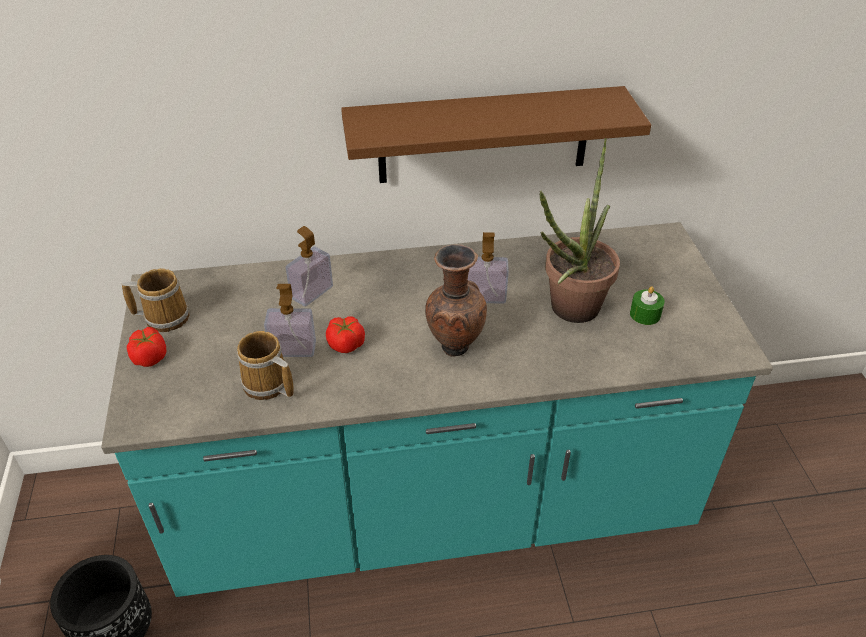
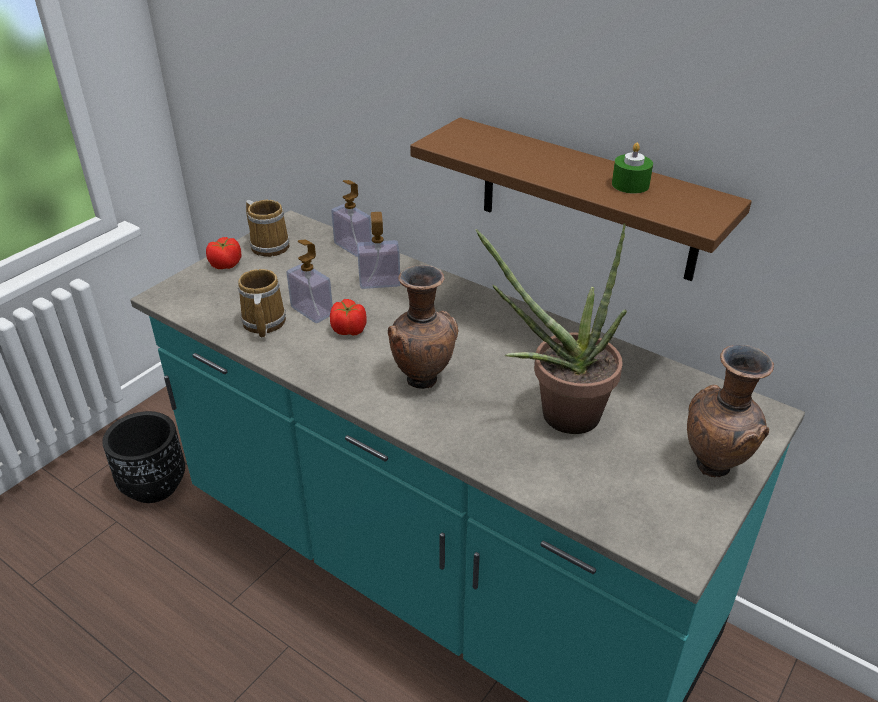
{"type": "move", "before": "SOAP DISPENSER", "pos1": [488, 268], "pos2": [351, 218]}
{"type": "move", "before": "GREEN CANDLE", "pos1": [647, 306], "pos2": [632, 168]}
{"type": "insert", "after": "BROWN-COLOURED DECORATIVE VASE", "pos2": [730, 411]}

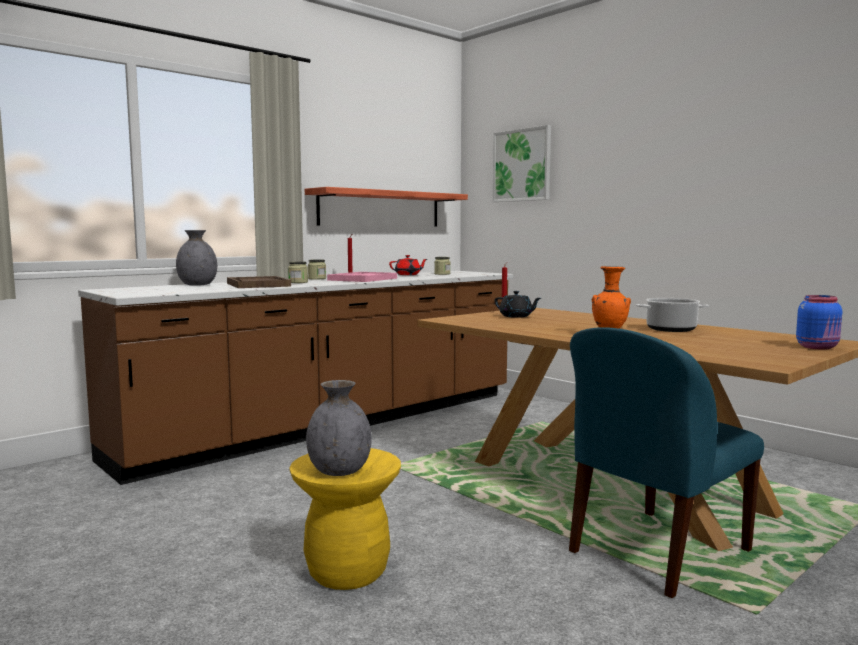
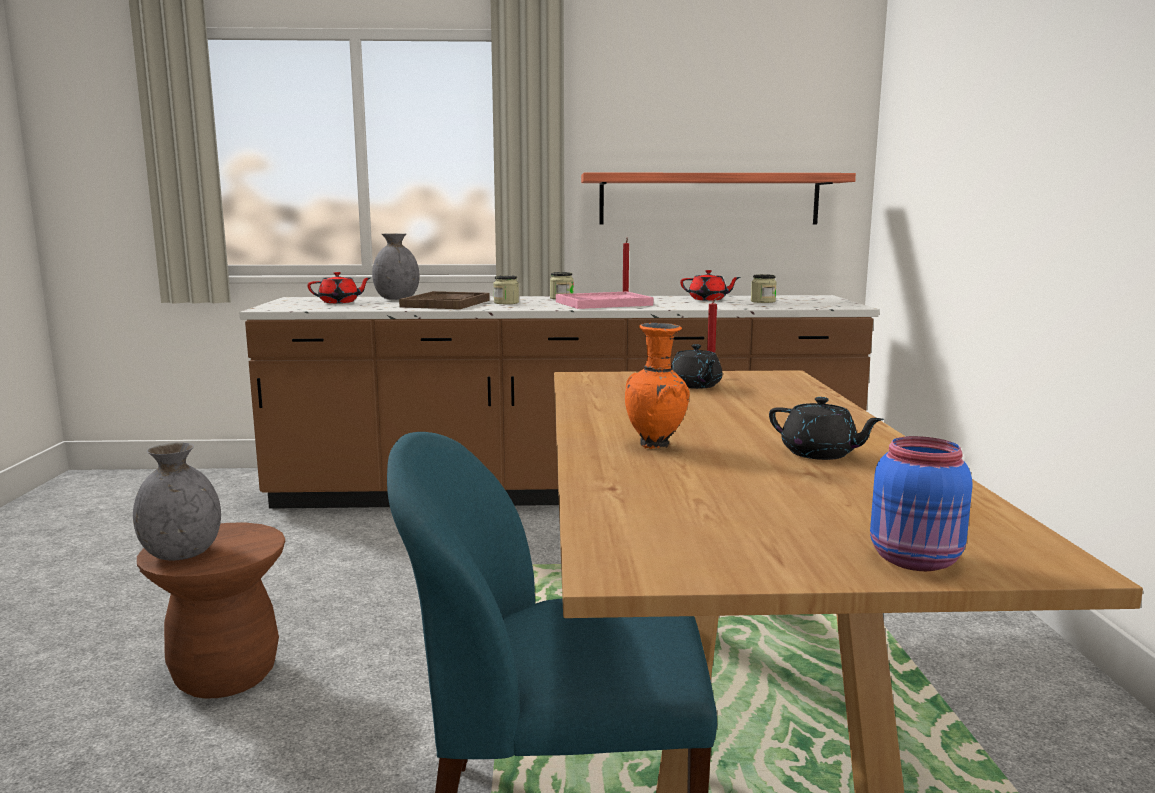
{"type": "recolor", "before": "YELLOWISH STOOL SEAT", "after": "BROWN-COLOURED STOOL SEAT", "pos1": [345, 519], "pos2": [211, 610]}
{"type": "delete", "before": "PICTURE", "pos1": [522, 163]}
{"type": "replace", "before": "COOKING POT", "after": "BLACK-COLOURED TEA POT", "pos1": [672, 315], "pos2": [826, 428]}
{"type": "insert", "after": "RED TEA POT", "pos2": [338, 287]}

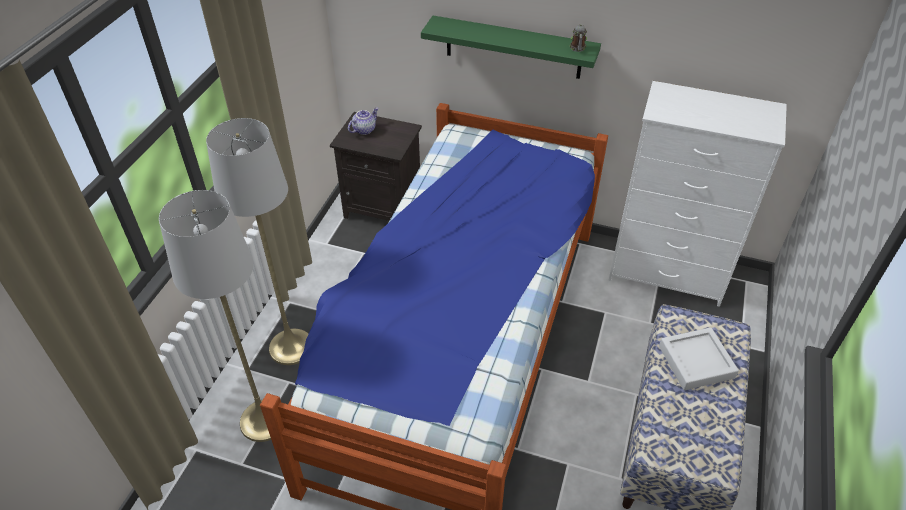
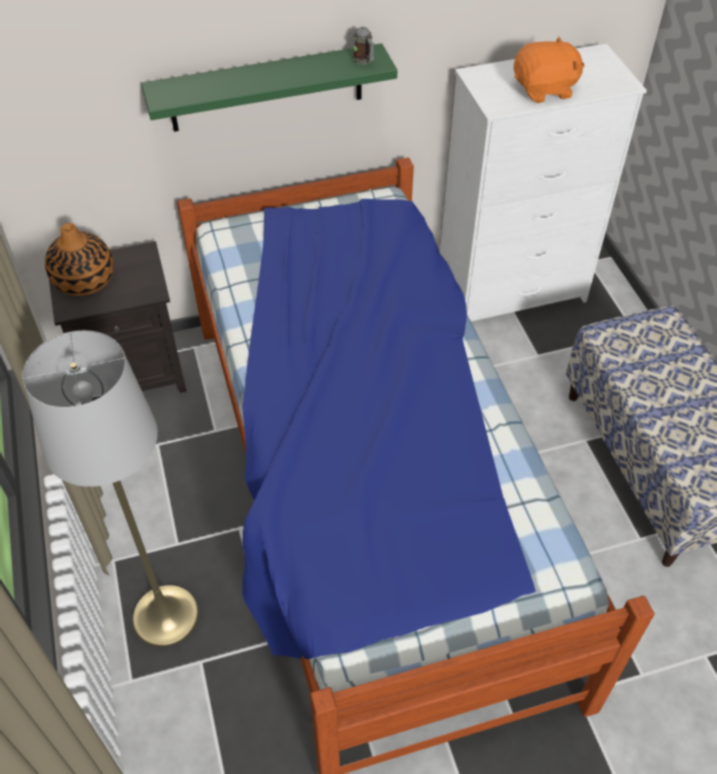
{"type": "delete", "before": "GREY FLOOR LAMP", "pos1": [215, 316]}
{"type": "replace", "before": "TEA POT", "after": "DECORATIVE VASE", "pos1": [363, 121], "pos2": [79, 259]}
{"type": "delete", "before": "GREY SERVING TRAY", "pos1": [699, 358]}
{"type": "insert", "after": "ORANGE PLUSH TOY", "pos2": [549, 69]}

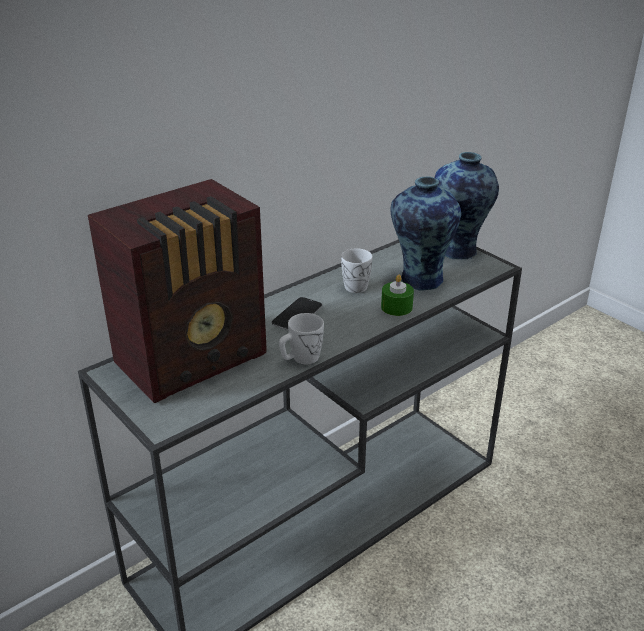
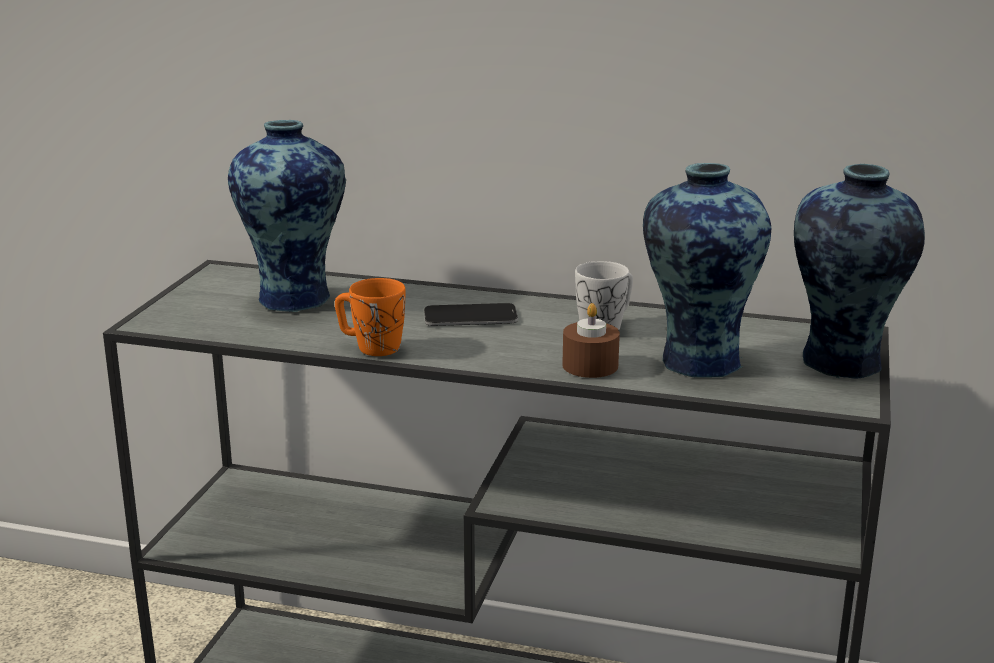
{"type": "replace", "before": "RADIO RECEIVER", "after": "DECORATIVE VASE", "pos1": [177, 291], "pos2": [287, 216]}
{"type": "recolor", "before": "WHITE TEA MUG", "after": "ORANGE TEA MUG", "pos1": [301, 338], "pos2": [370, 317]}
{"type": "recolor", "before": "GREEN CANDLE", "after": "BROWN-COLOURED CANDLE", "pos1": [397, 295], "pos2": [591, 340]}

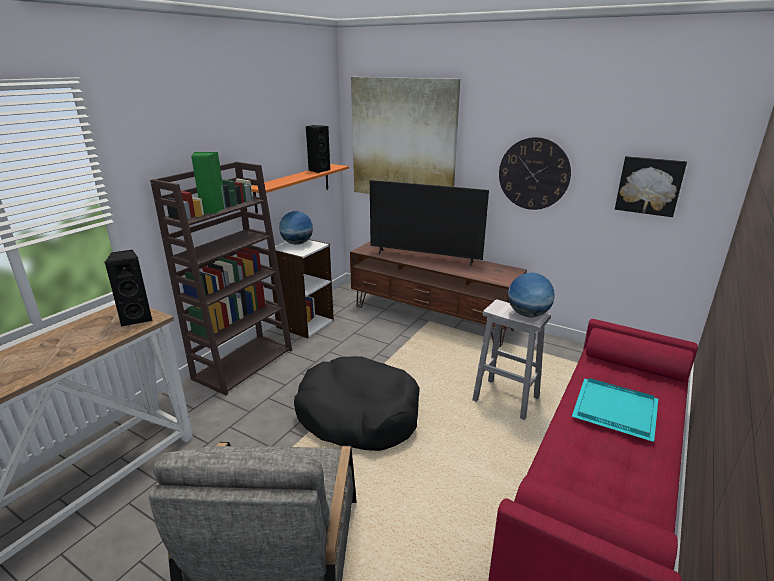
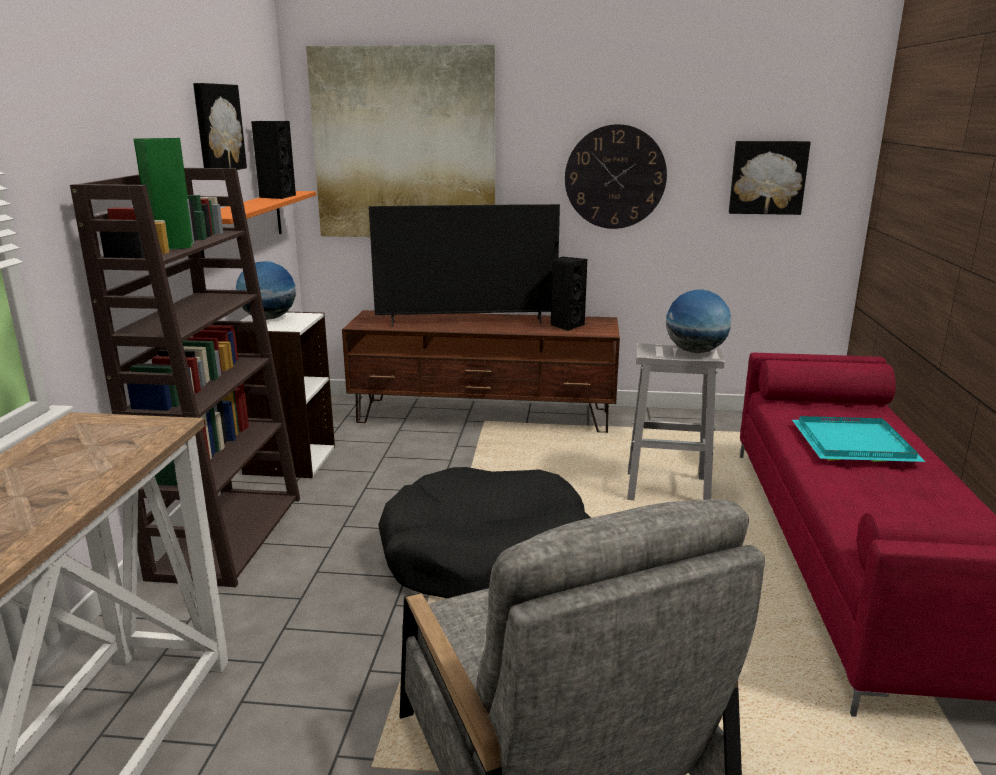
{"type": "move", "before": "BLACK-COLOURED LOUDSPEAKER", "pos1": [128, 288], "pos2": [569, 294]}
{"type": "insert", "after": "PICTURE", "pos2": [220, 126]}

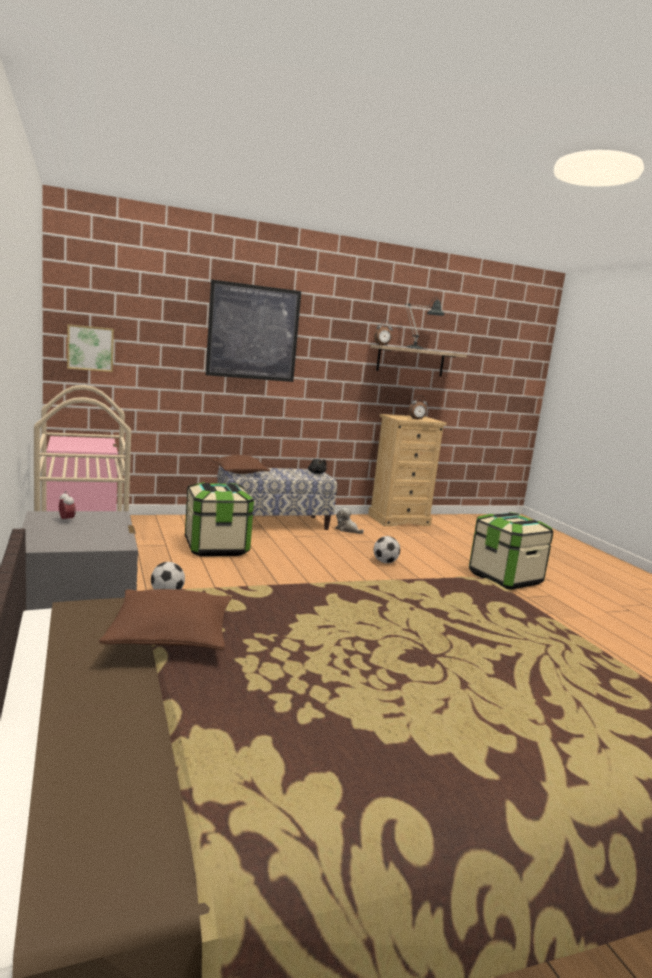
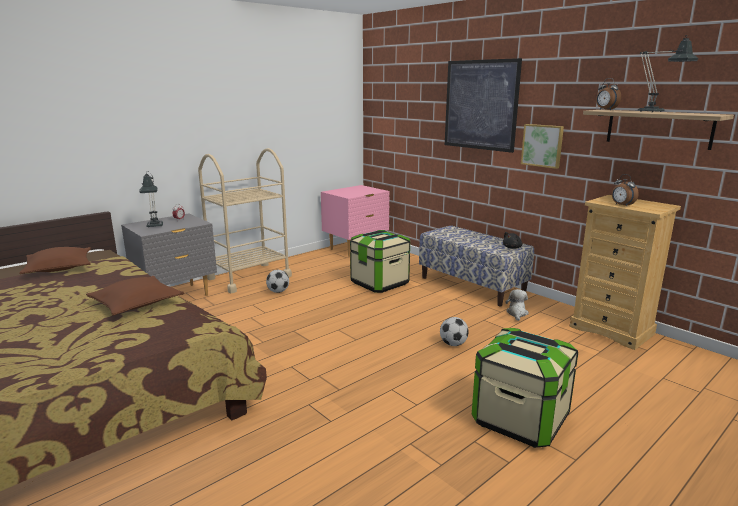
{"type": "move", "before": "PICTURE", "pos1": [90, 348], "pos2": [542, 146]}
{"type": "move", "before": "BROWN-COLOURED CUSHION", "pos1": [240, 464], "pos2": [135, 296]}
{"type": "insert", "after": "TABLE LAMP", "pos2": [151, 199]}

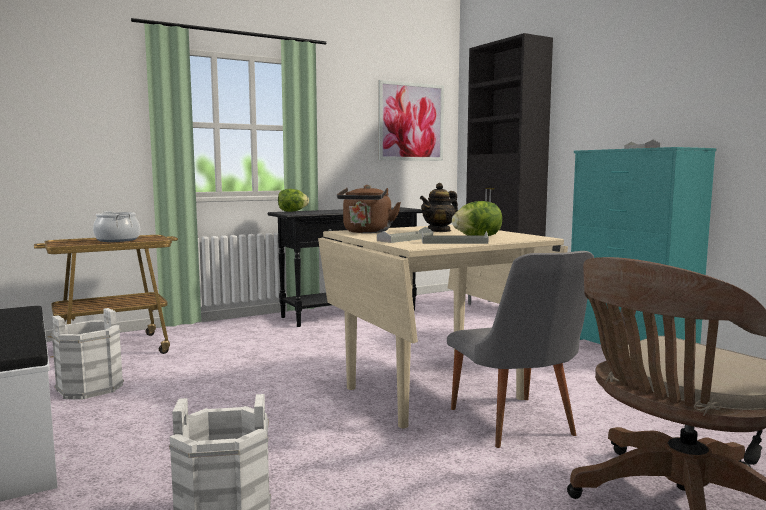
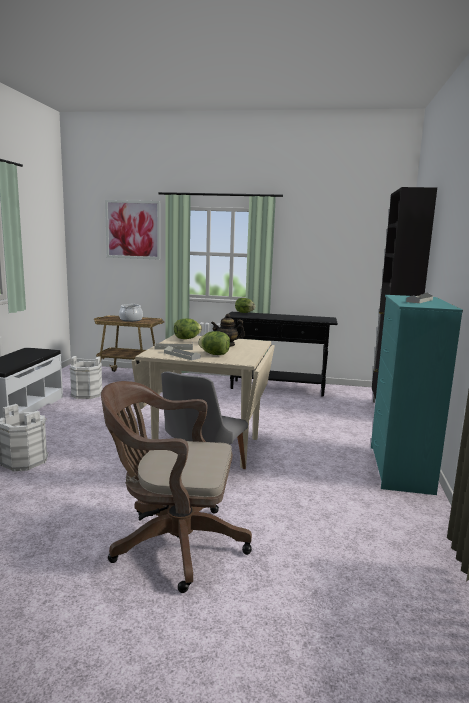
{"type": "replace", "before": "BROWN-COLOURED TEA KETTLE", "after": "HEAD OF LETTUCE", "pos1": [369, 209], "pos2": [188, 328]}
{"type": "move", "before": "PICTURE", "pos1": [411, 120], "pos2": [132, 230]}

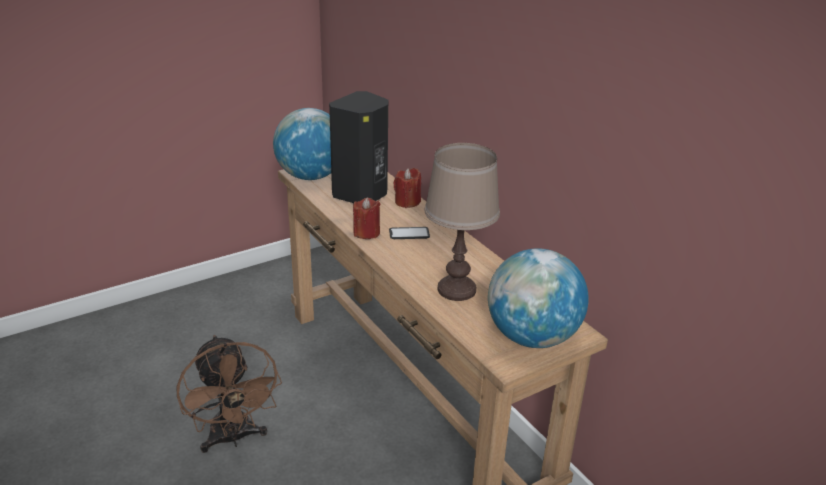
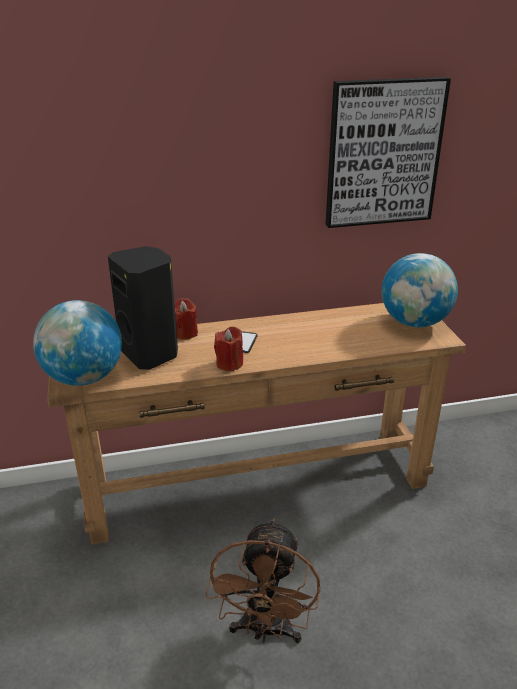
{"type": "rotate", "before": "BROWN-COLOURED FAN", "pos1": [229, 394], "pos2": [262, 581], "turn": 105}
{"type": "delete", "before": "BROWN-COLOURED TABLE LAMP", "pos1": [462, 222]}
{"type": "insert", "after": "PICTURE", "pos2": [388, 152]}

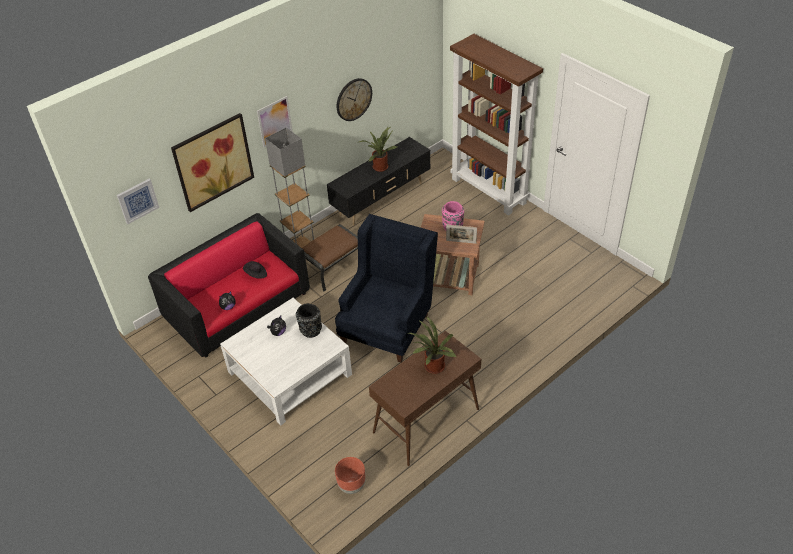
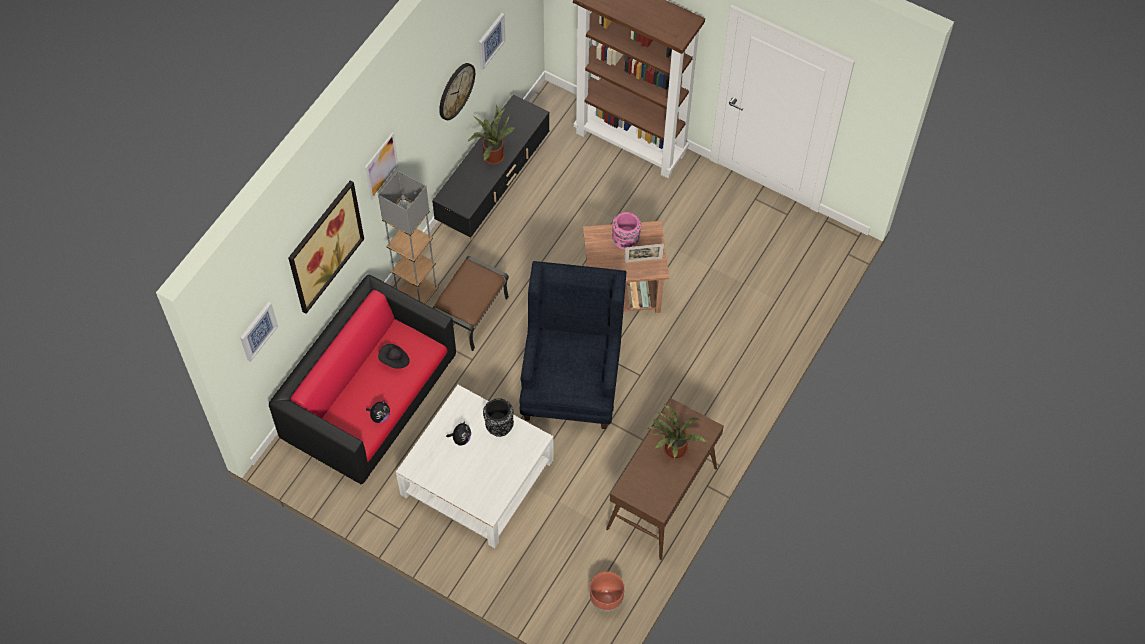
{"type": "insert", "after": "PICTURE", "pos2": [492, 41]}

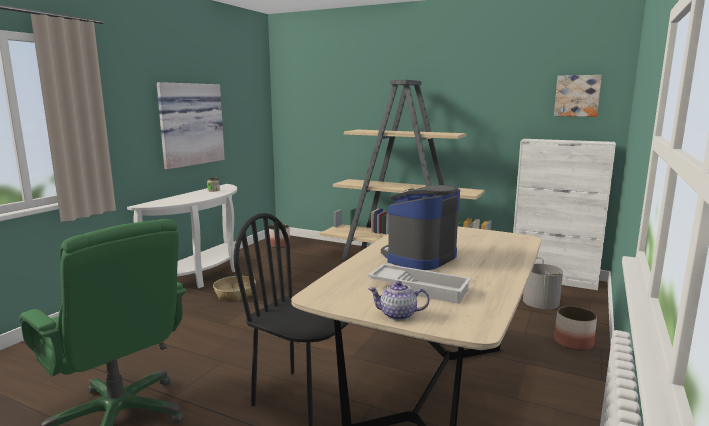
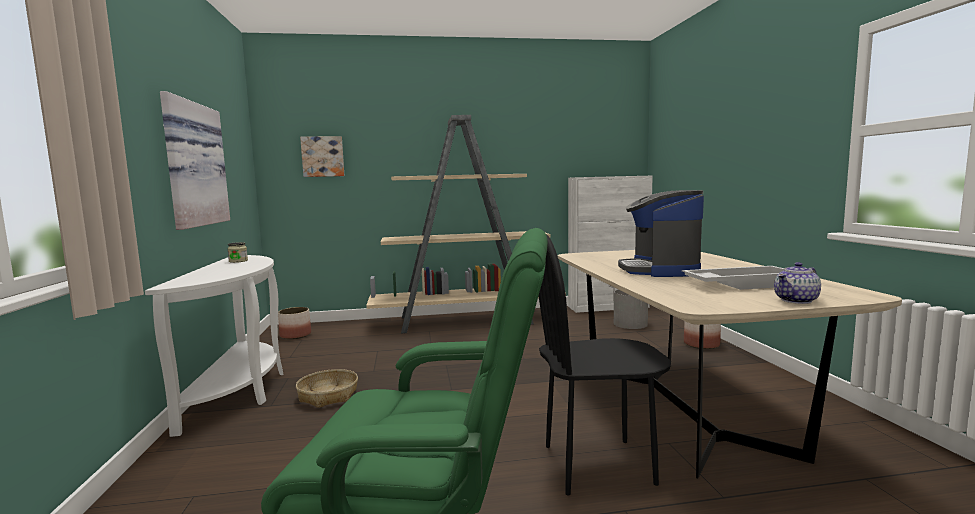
{"type": "move", "before": "PICTURE", "pos1": [578, 96], "pos2": [322, 156]}

